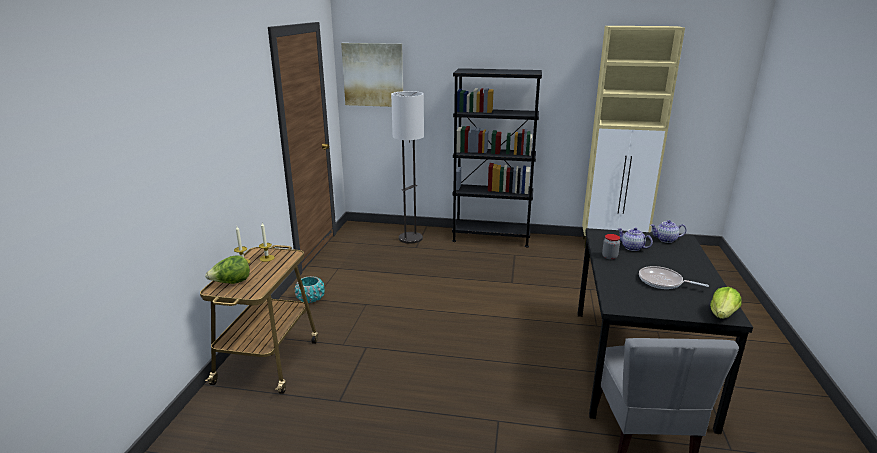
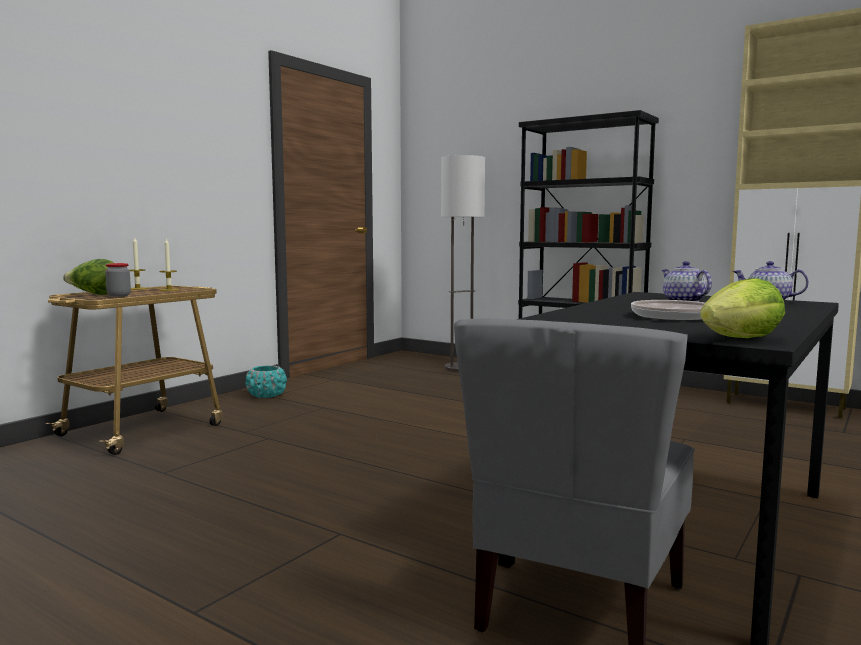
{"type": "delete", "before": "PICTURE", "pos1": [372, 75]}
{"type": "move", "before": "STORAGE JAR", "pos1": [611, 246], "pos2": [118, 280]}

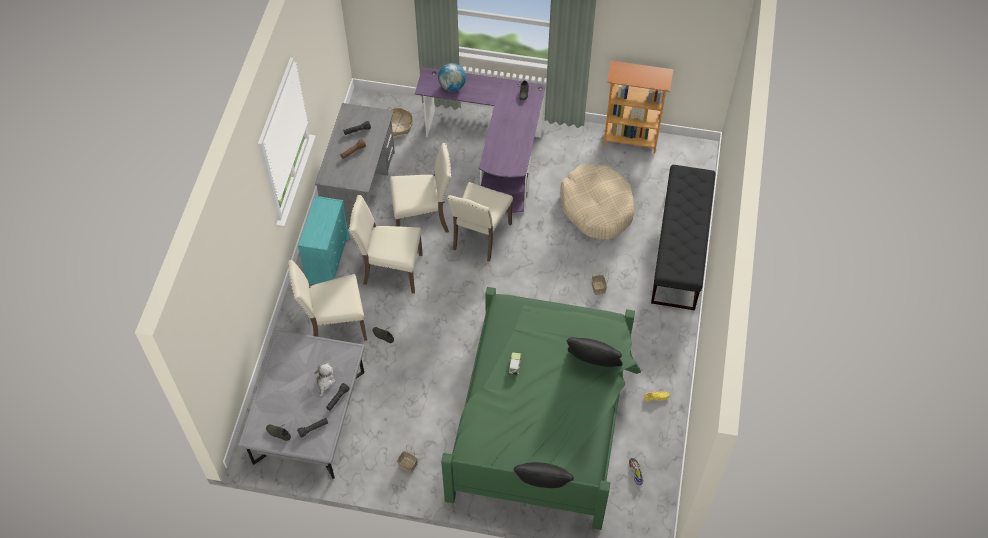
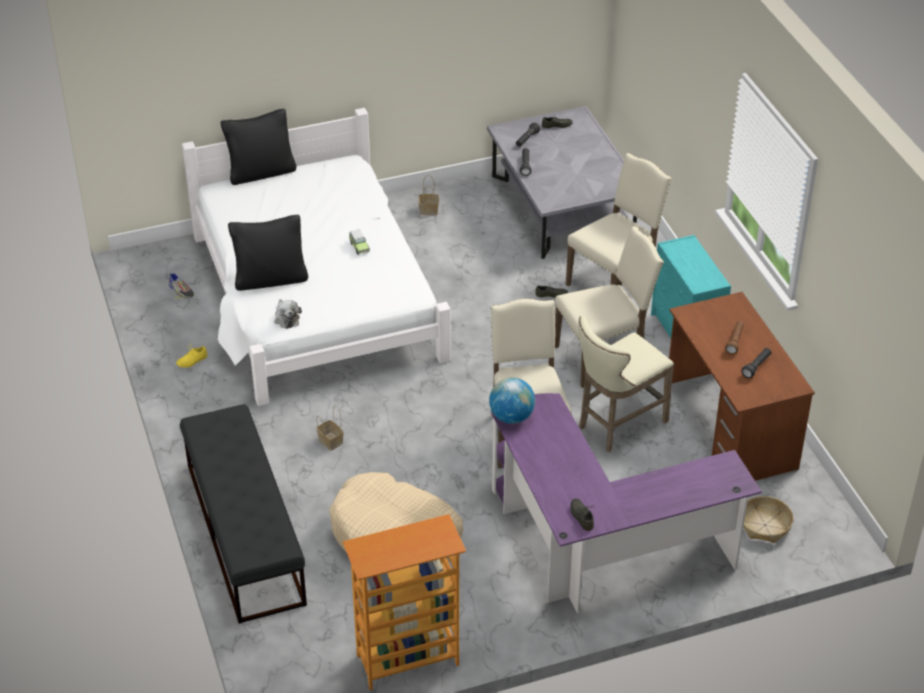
{"type": "move", "before": "PLUSH TOY", "pos1": [325, 380], "pos2": [288, 314]}
{"type": "recolor", "before": "GREY DESK UNIT", "after": "BROWN-COLOURED DESK UNIT", "pos1": [355, 166], "pos2": [742, 386]}
{"type": "replace", "before": "SAND-COLOURED CHAIR", "after": "SAND-COLOURED STOOL SEAT", "pos1": [421, 188], "pos2": [626, 384]}
{"type": "move", "before": "DESK GLOBE", "pos1": [452, 77], "pos2": [512, 401]}
{"type": "recolor", "before": "GREEN BED", "after": "WHITE BED", "pos1": [541, 408], "pos2": [316, 257]}

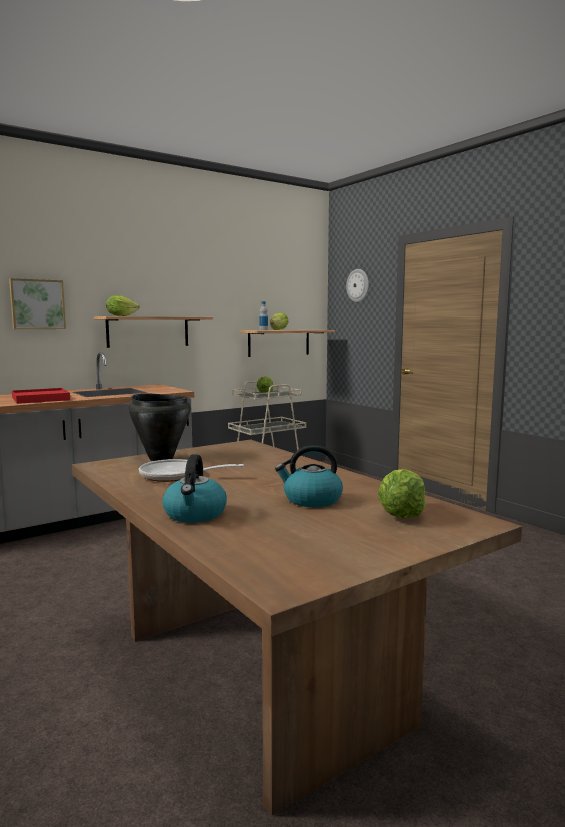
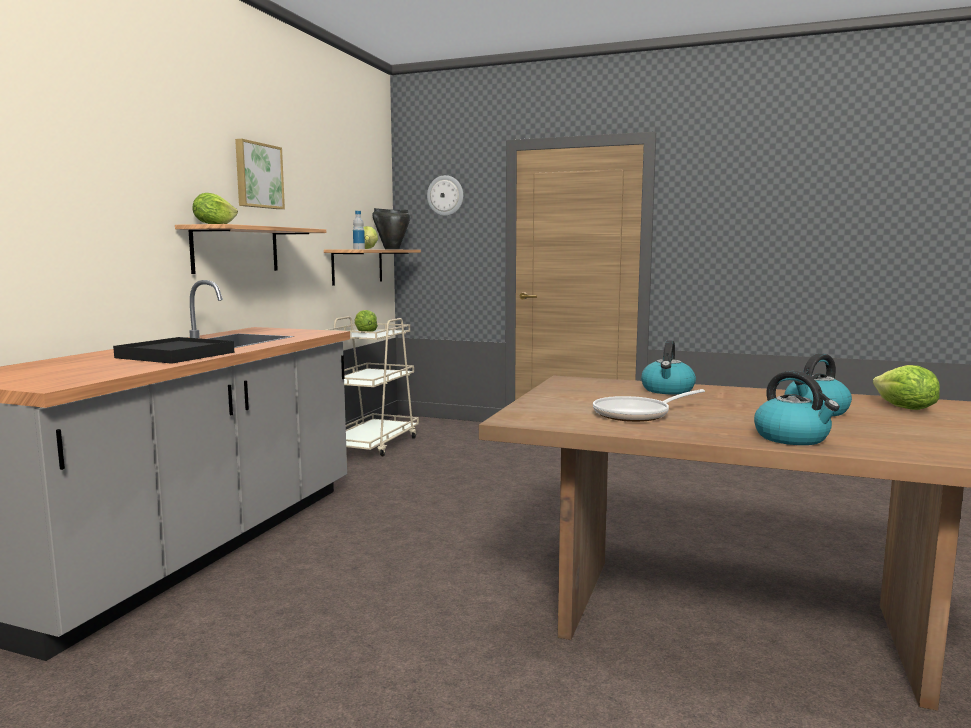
{"type": "move", "before": "PICTURE", "pos1": [37, 303], "pos2": [260, 174]}
{"type": "recolor", "before": "RED SERVING TRAY", "after": "BLACK-COLOURED SERVING TRAY", "pos1": [41, 396], "pos2": [173, 350]}
{"type": "move", "before": "BLACK-COLOURED COOKING POT", "pos1": [159, 427], "pos2": [391, 228]}
{"type": "insert", "after": "TEA KETTLE", "pos2": [668, 367]}

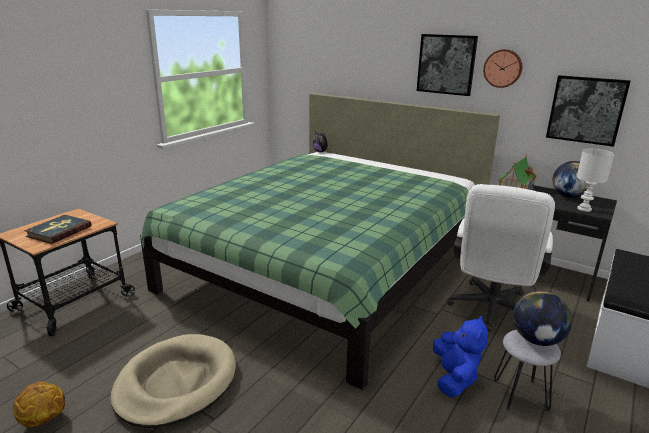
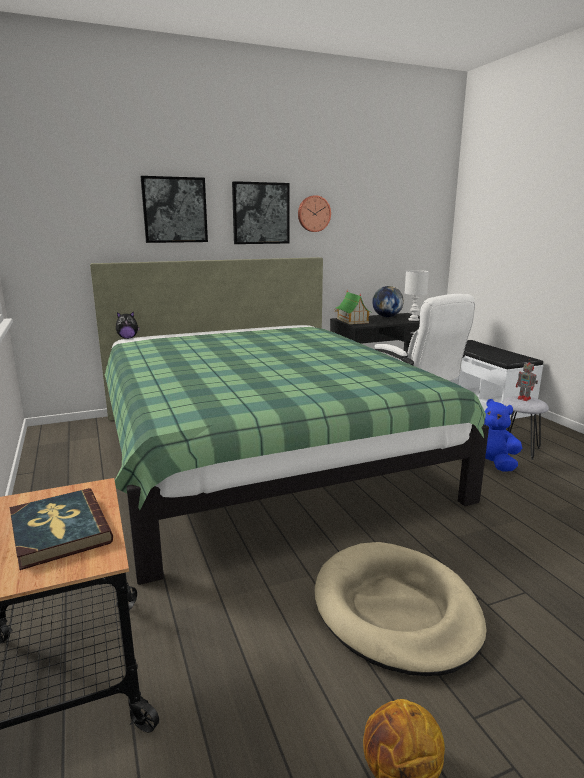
{"type": "replace", "before": "DESK GLOBE", "after": "ROBOT FIGURE", "pos1": [542, 318], "pos2": [527, 380]}
{"type": "move", "before": "PICTURE", "pos1": [588, 111], "pos2": [174, 209]}

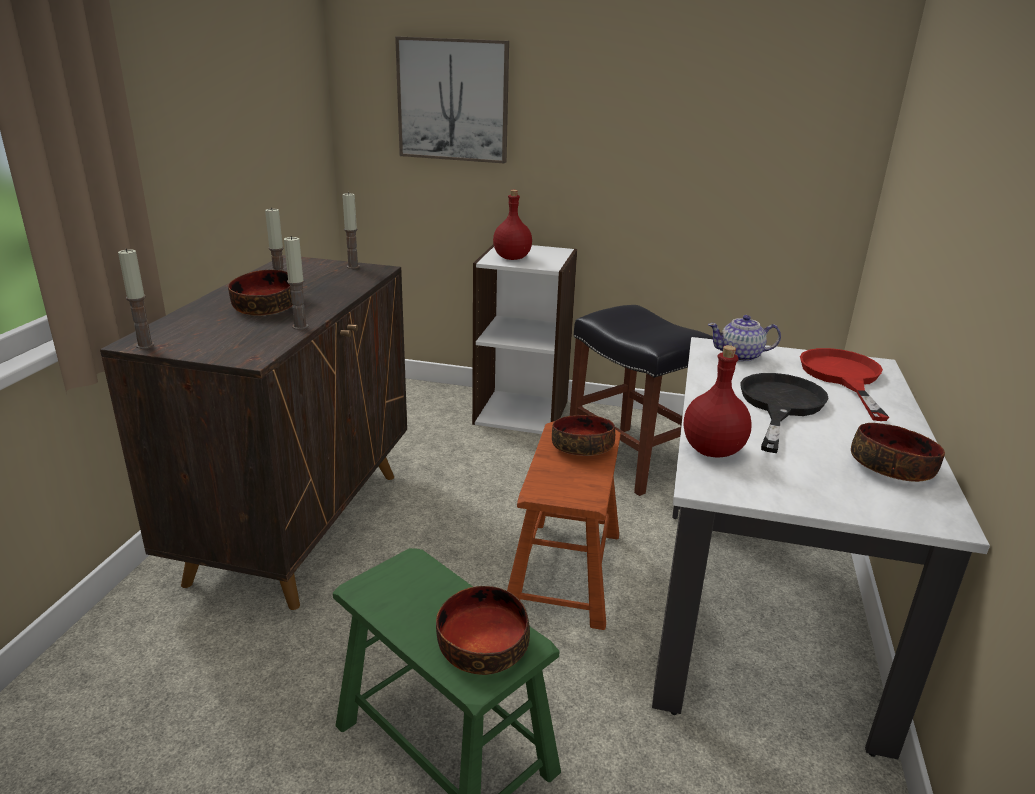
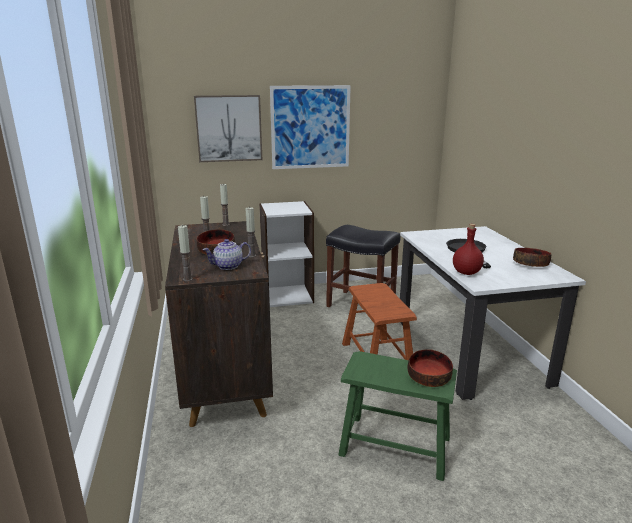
{"type": "delete", "before": "RED BOTTLE", "pos1": [512, 225]}
{"type": "delete", "before": "BOWL", "pos1": [583, 435]}
{"type": "move", "before": "TEA POT", "pos1": [744, 338], "pos2": [226, 254]}
{"type": "delete", "before": "RED SKILLET", "pos1": [844, 384]}
{"type": "insert", "after": "PICTURE", "pos2": [310, 127]}

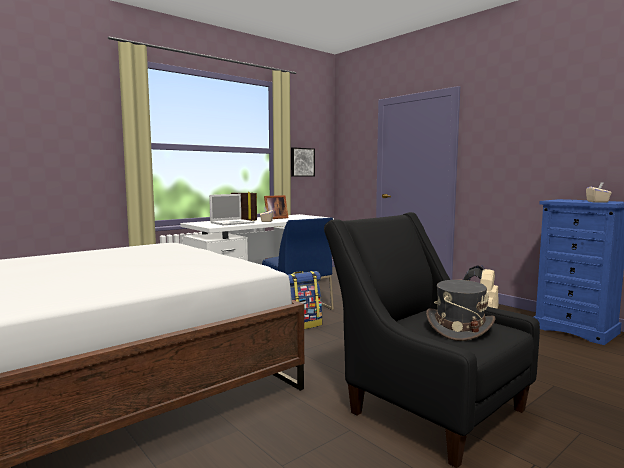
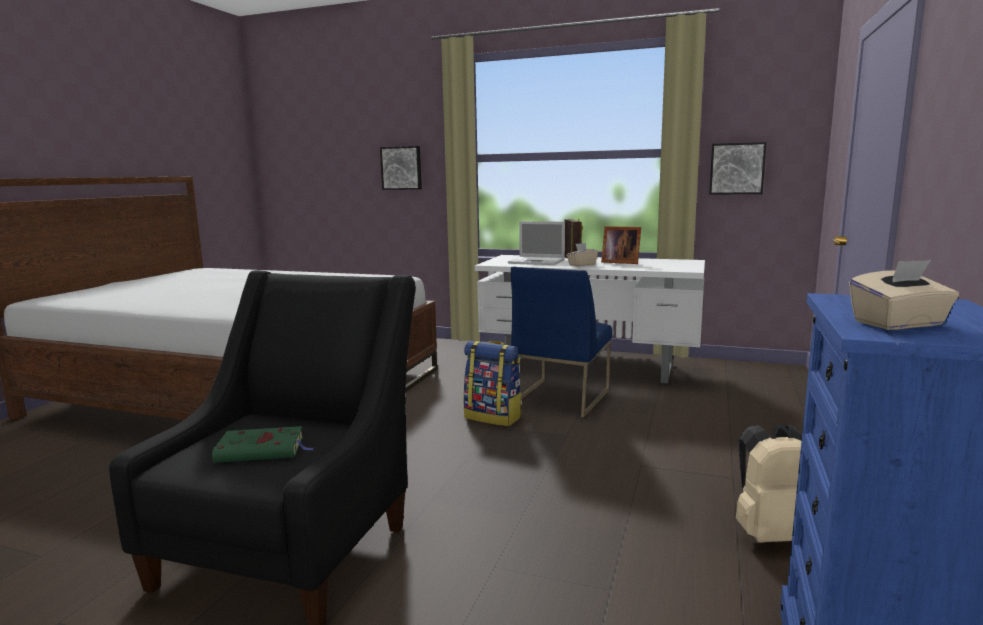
{"type": "replace", "before": "GREY CLOTHING HAT", "after": "GREEN VOLUME", "pos1": [461, 310], "pos2": [262, 444]}
{"type": "insert", "after": "PICTURE", "pos2": [401, 168]}

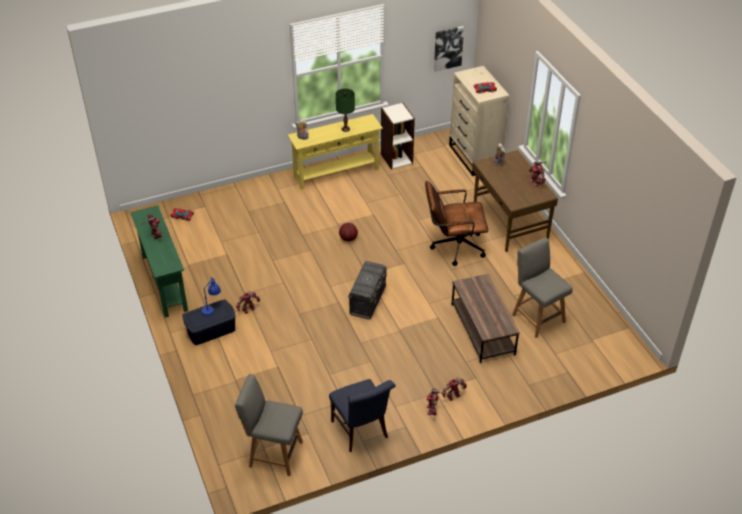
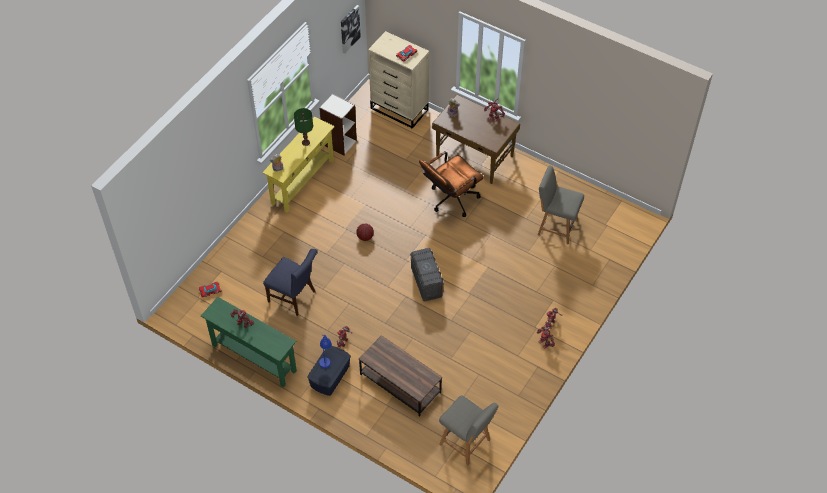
{"type": "rotate", "before": "GREY CHAIR", "pos1": [269, 425], "pos2": [469, 430], "turn": -120}
{"type": "move", "before": "BLUE CHAIR", "pos1": [362, 415], "pos2": [290, 282]}
{"type": "move", "before": "BROWN-COLOURED LOW TABLE", "pos1": [485, 318], "pos2": [400, 376]}

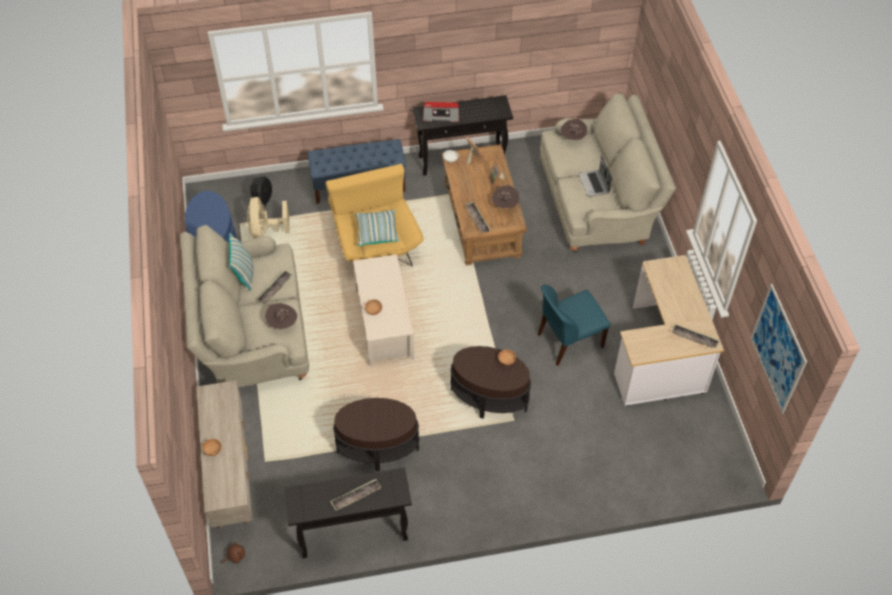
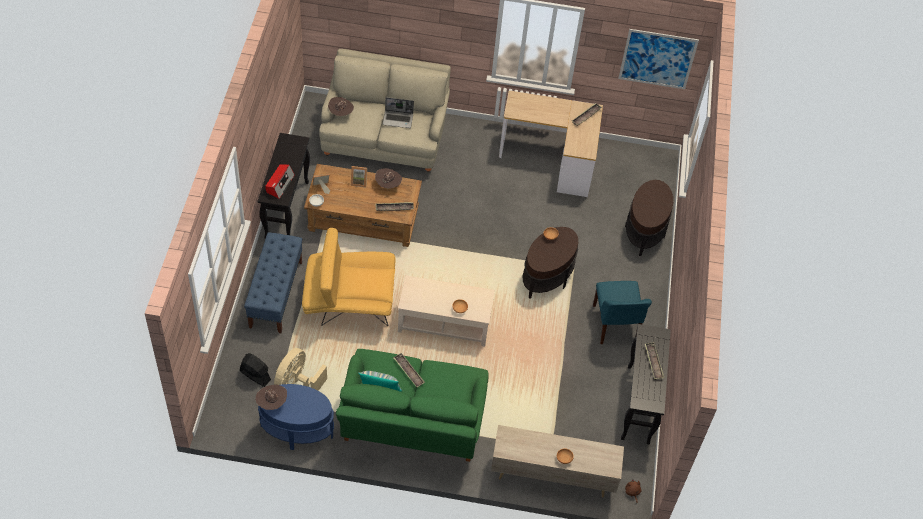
{"type": "recolor", "before": "SAND-COLOURED COUCH", "after": "GREEN COUCH", "pos1": [244, 306], "pos2": [412, 405]}
{"type": "rotate", "before": "SAND-COLOURED FAN", "pos1": [268, 218], "pos2": [300, 369], "turn": 105}
{"type": "move", "before": "BROWN-COLOURED CLOTHING HAT", "pos1": [281, 316], "pos2": [271, 397]}
{"type": "move", "before": "BROWN-COLOURED SIDE TABLE", "pos1": [376, 434], "pos2": [649, 218]}
{"type": "delete", "before": "CUSHION", "pos1": [377, 228]}
{"type": "move", "before": "BLUE CHAIR", "pos1": [574, 325], "pos2": [622, 312]}

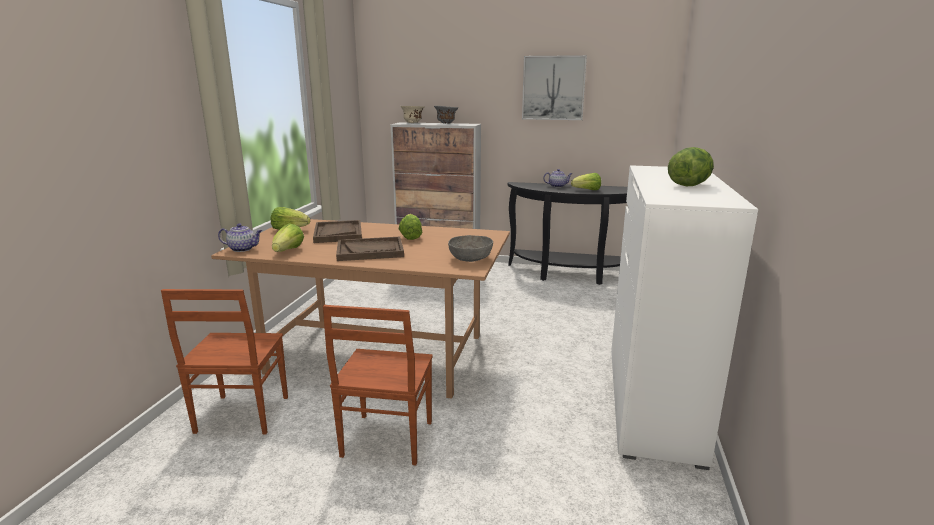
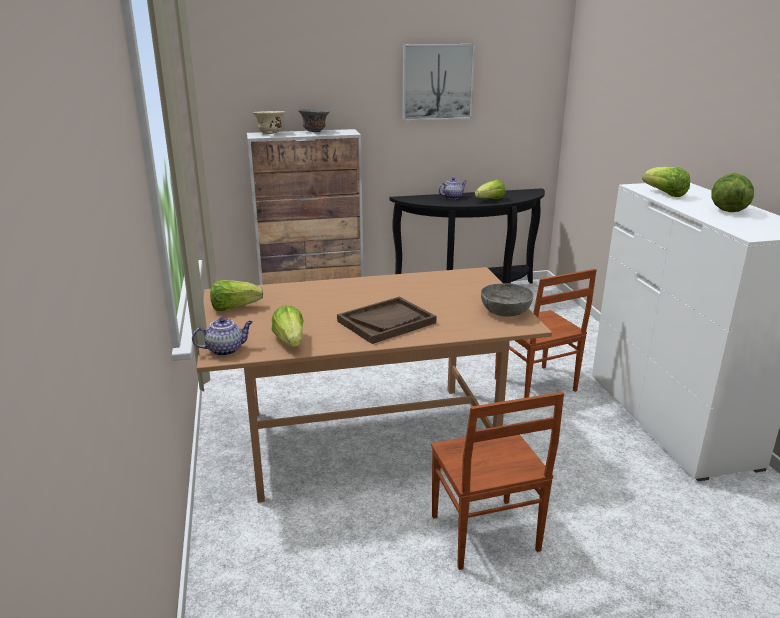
{"type": "move", "before": "BROWN-COLOURED CHAIR", "pos1": [224, 361], "pos2": [546, 333]}
{"type": "delete", "before": "BROWN-COLOURED SERVING TRAY", "pos1": [337, 231]}
{"type": "move", "before": "HEAD OF LETTUCE", "pos1": [410, 227], "pos2": [666, 182]}

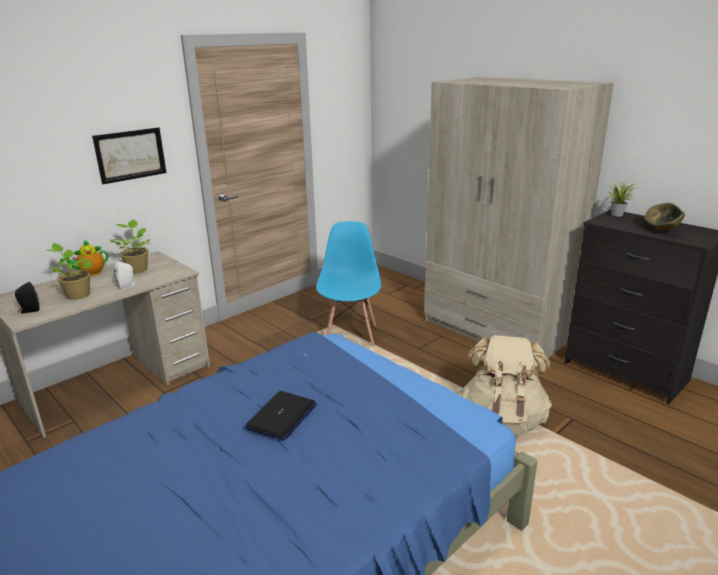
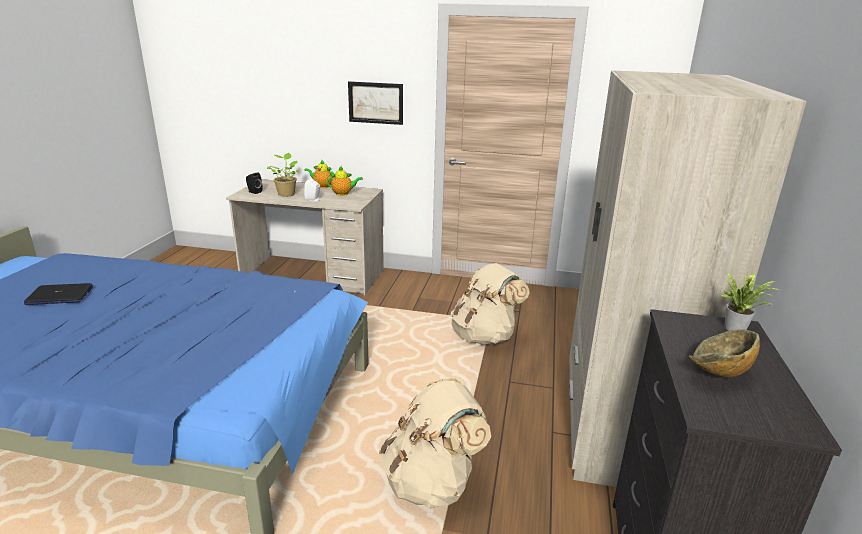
{"type": "replace", "before": "POTTED PLANT", "after": "TEA POT", "pos1": [129, 246], "pos2": [345, 181]}
{"type": "move", "before": "LAPTOP", "pos1": [281, 416], "pos2": [58, 294]}
{"type": "replace", "before": "BLUE CHAIR", "after": "SAND-COLOURED RUCKSACK", "pos1": [348, 284], "pos2": [490, 303]}

